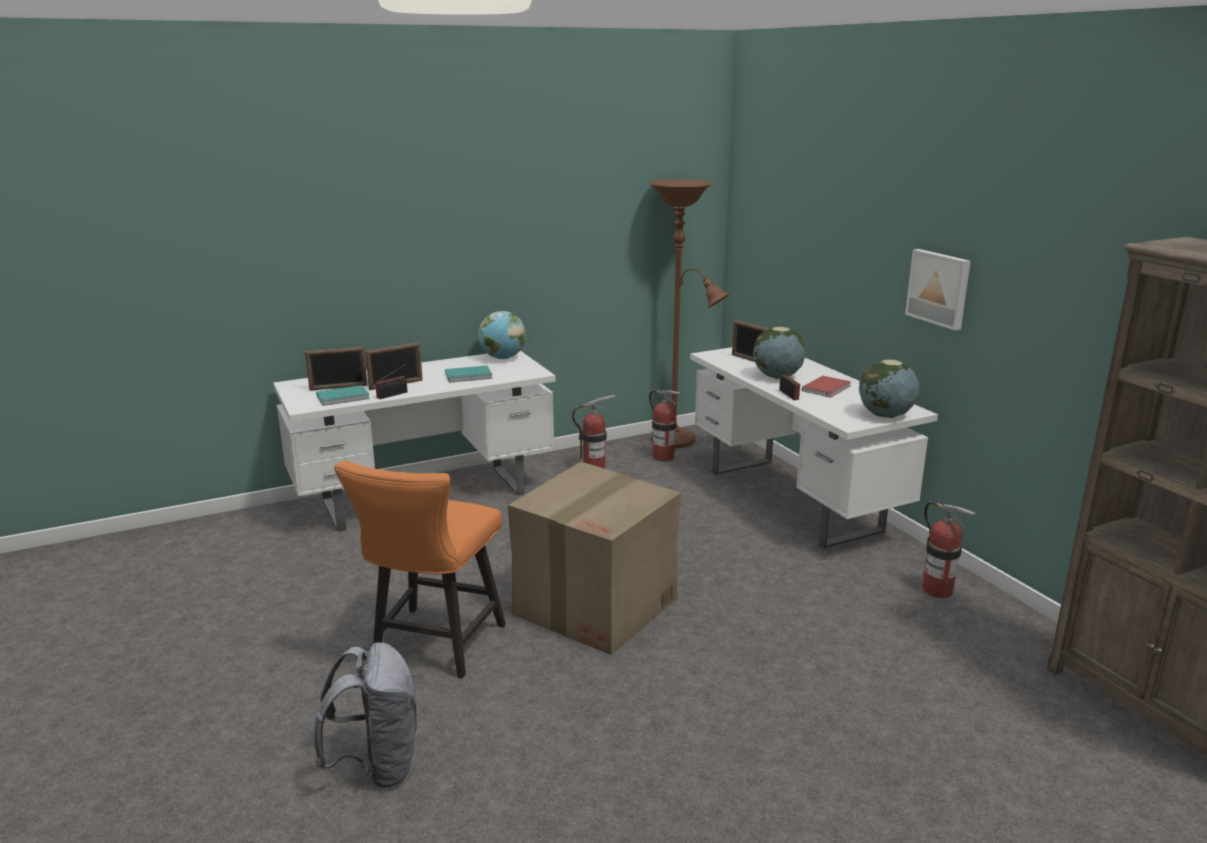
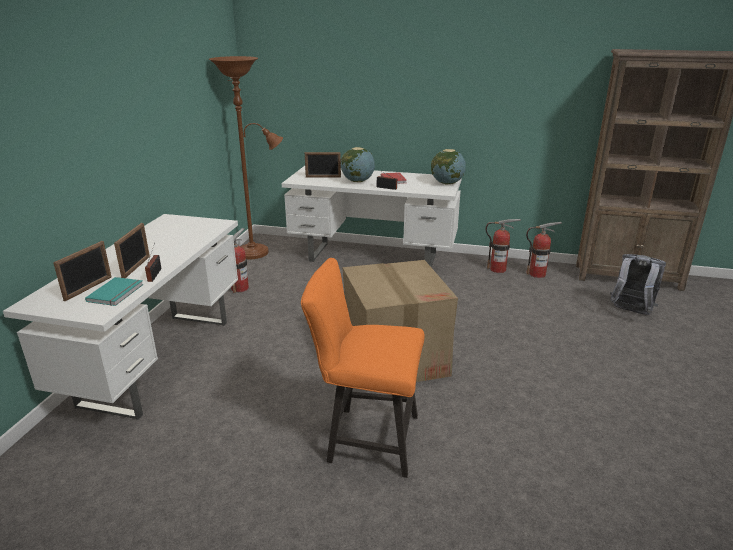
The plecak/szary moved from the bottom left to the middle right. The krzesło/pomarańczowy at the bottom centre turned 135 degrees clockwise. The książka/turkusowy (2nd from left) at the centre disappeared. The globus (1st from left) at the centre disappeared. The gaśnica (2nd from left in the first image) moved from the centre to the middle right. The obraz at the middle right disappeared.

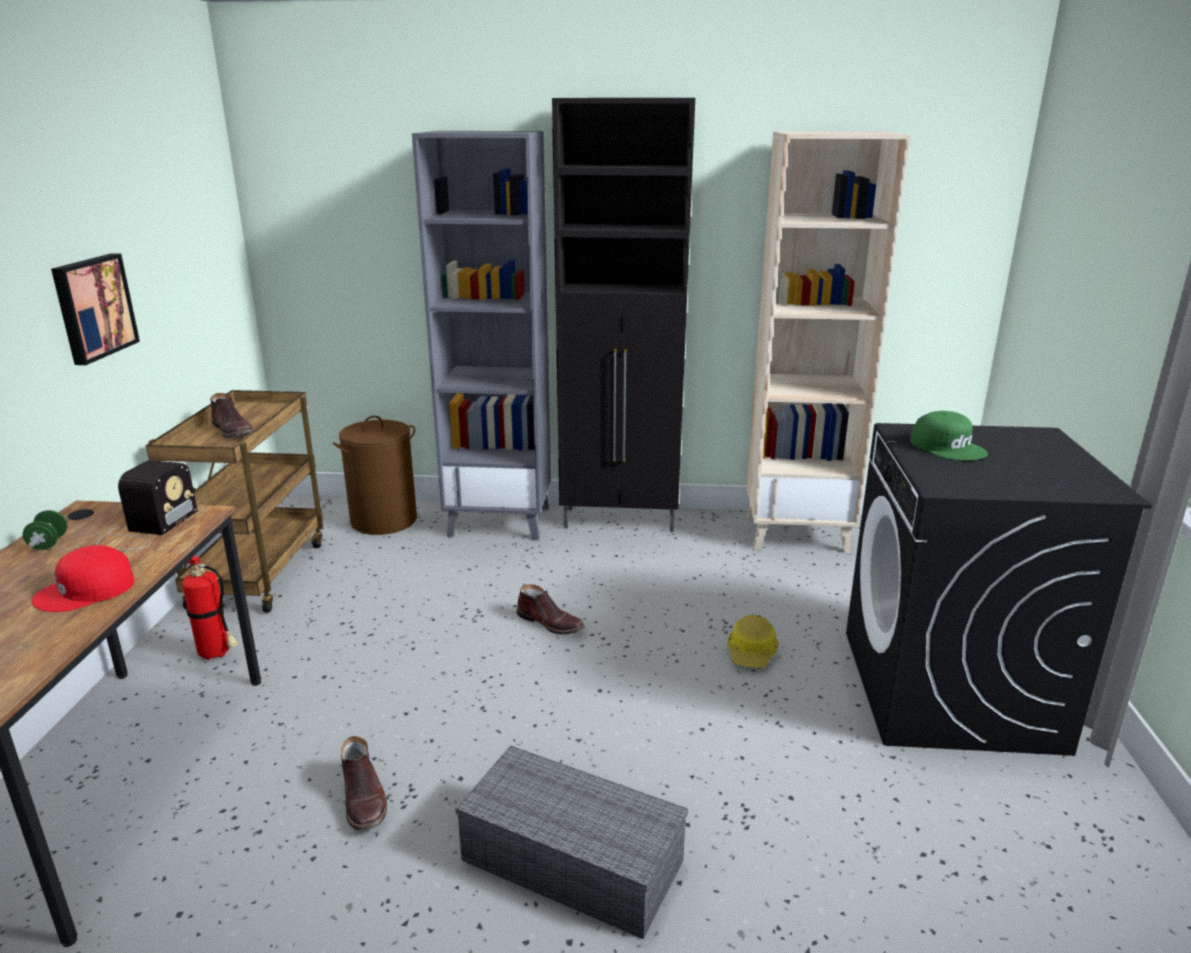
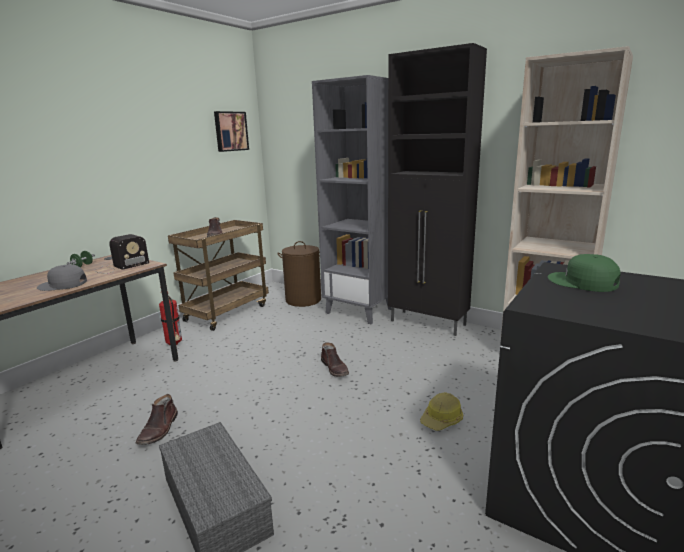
The czapka z daszkiem/czerwony at the middle left became the czapka z daszkiem/szary at the middle left. The obraz moved from the top left to the top centre. The czapka z daszkiem/zielony at the middle right turned 135 degrees clockwise.

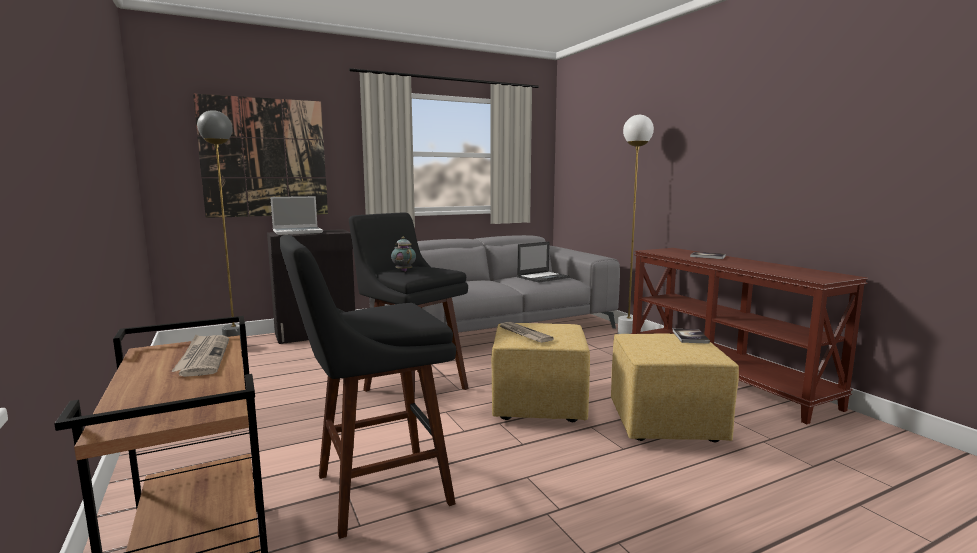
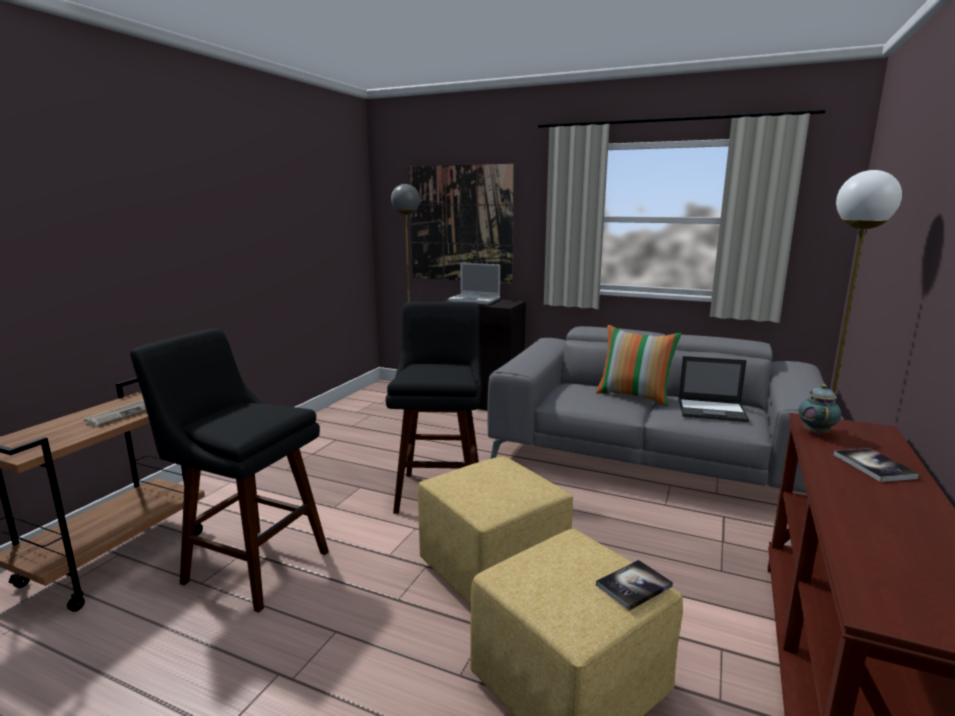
The imbryk moved from the centre to the middle right. The gazeta (2nd from left) at the centre disappeared. The poduszka at the middle right appeared.

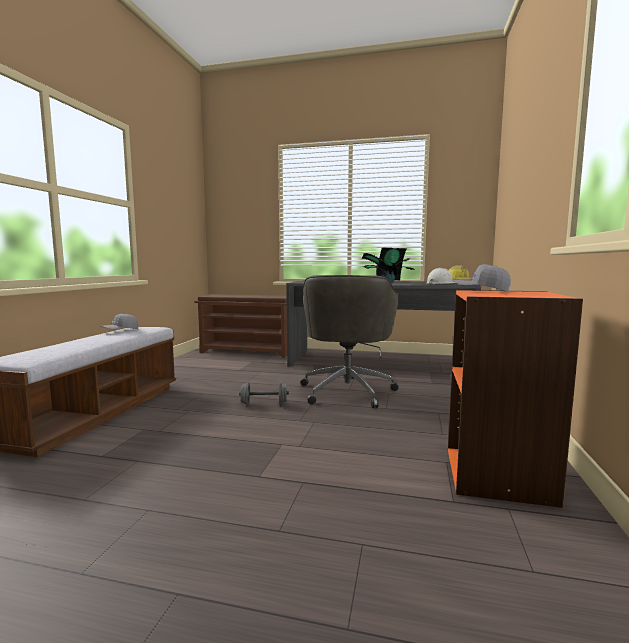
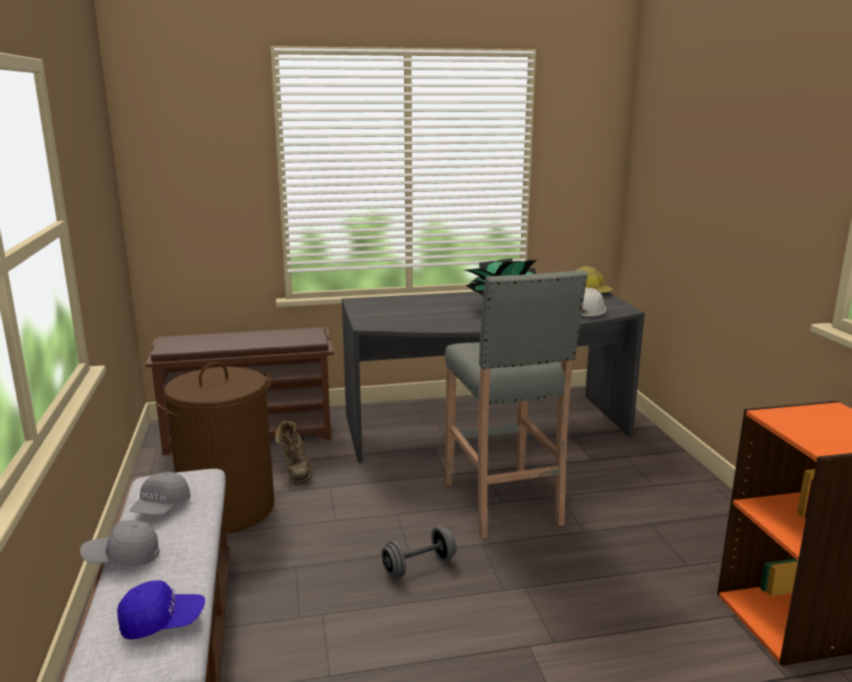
The krzesło biurowe/szary at the centre was replaced by the stołek/szary at the centre. The czapka z daszkiem/szary (2nd from left in the first image) moved from the middle right to the bottom left. The czapka z daszkiem/niebieski at the bottom left appeared. The kosz na pranie/brązowy at the middle left appeared. The but z cholewką/brązowy at the centre appeared.

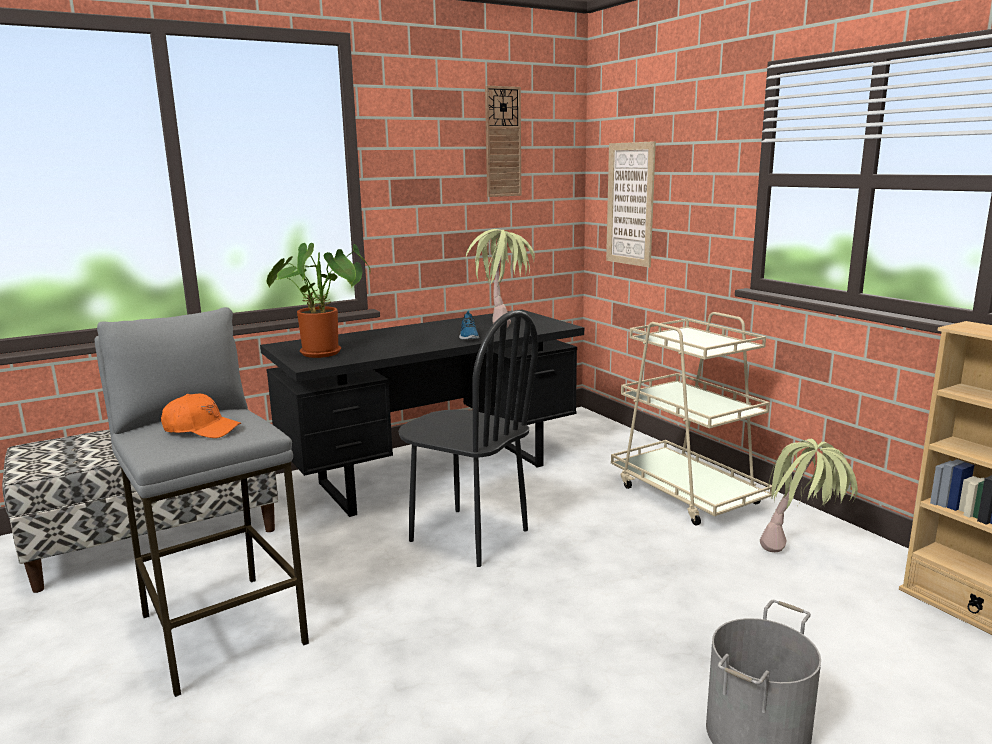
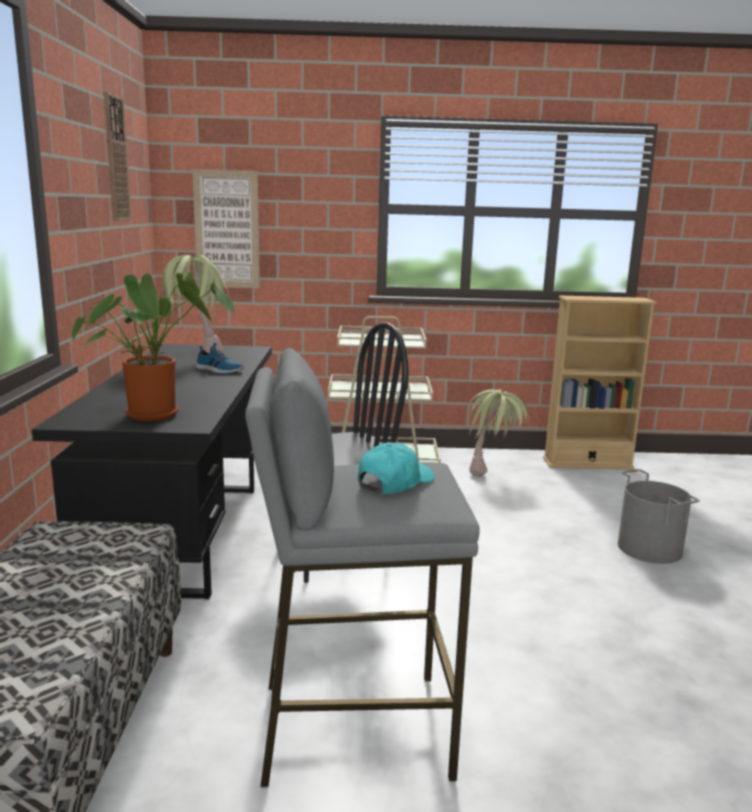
The czapka z daszkiem/pomarańczowy at the middle left became the czapka z daszkiem/turkusowy at the centre.

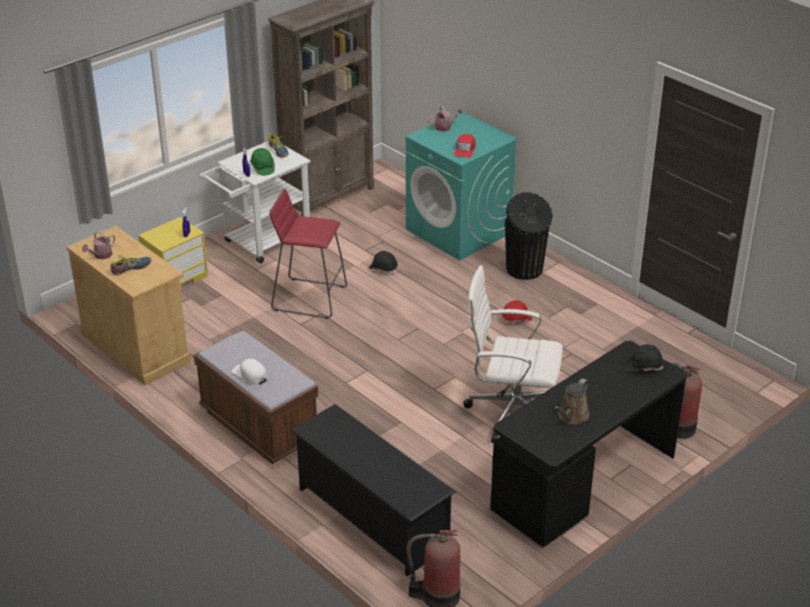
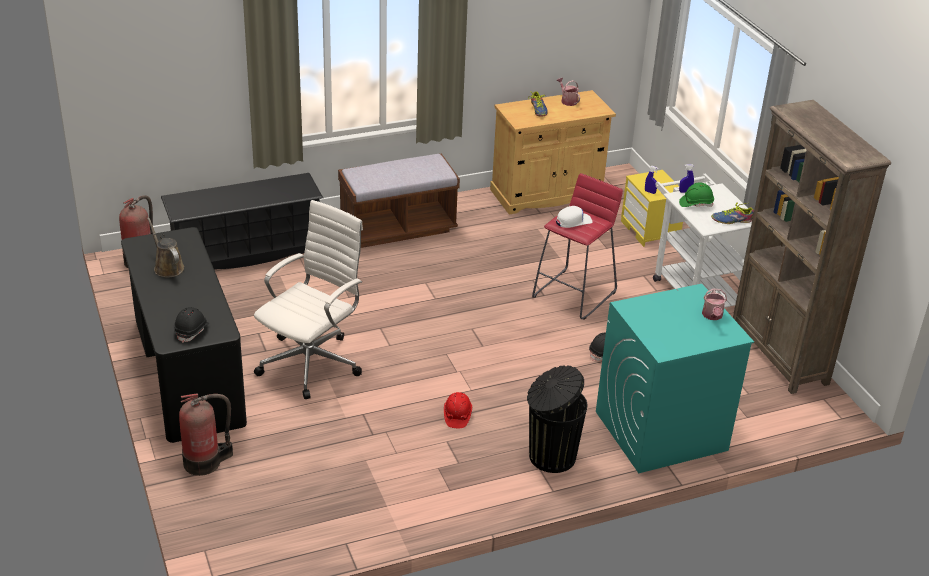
The czapka z daszkiem/biały moved from the middle left to the centre. The czapka z daszkiem/czerwony at the top centre disappeared.

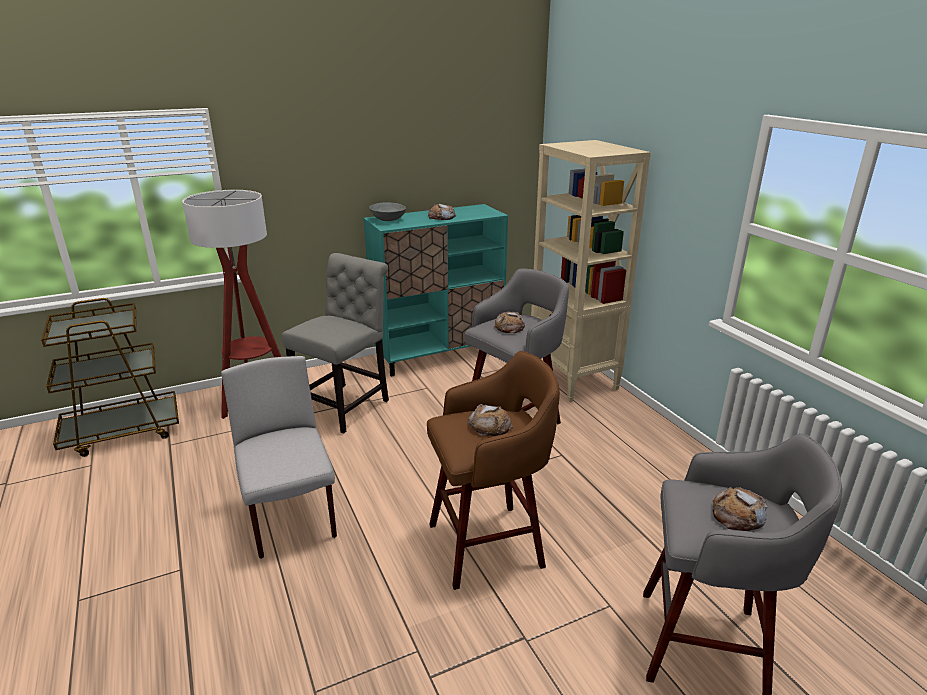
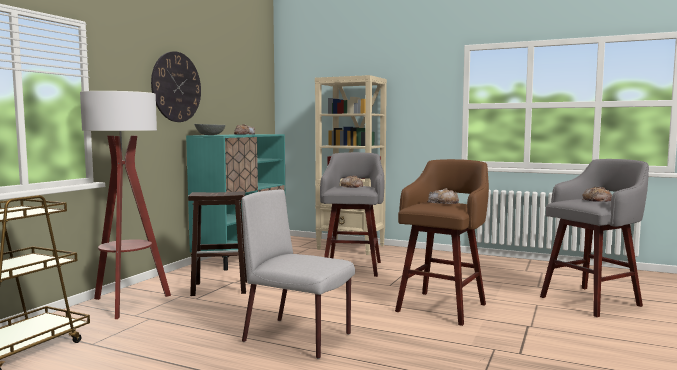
The krzesło/szary (2nd from left) at the centre was replaced by the stołek/brązowy (1st from left) at the middle left. The zegar ścienny at the top left appeared.

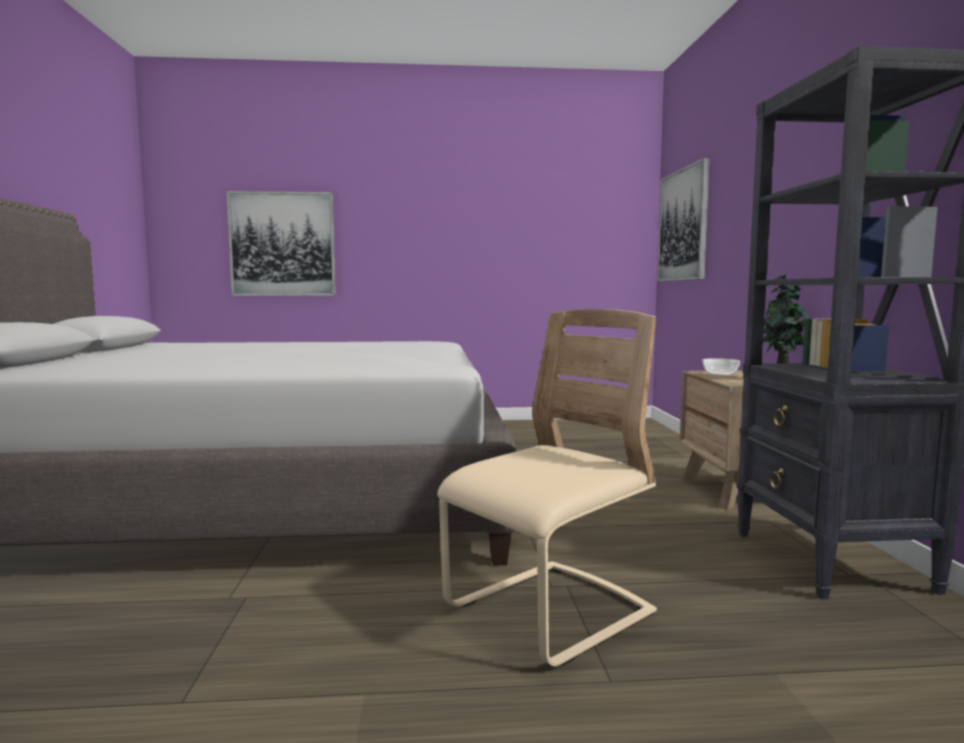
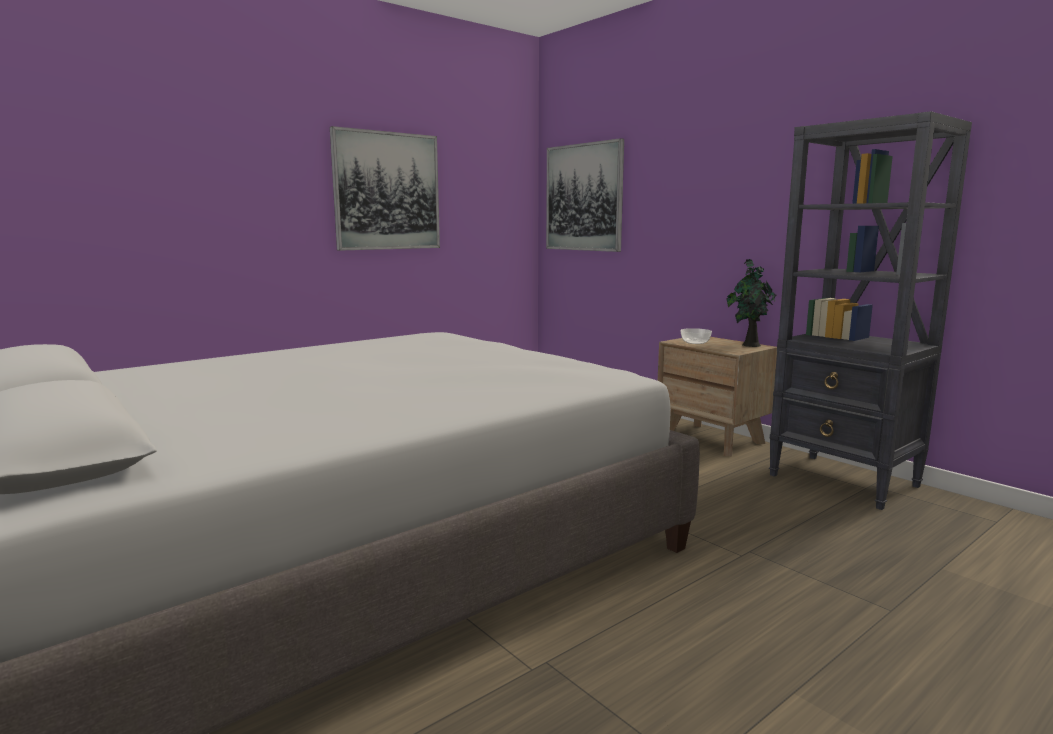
The obraz (1st from left) moved from the top left to the top centre. The krzesło/beżowy at the centre disappeared.

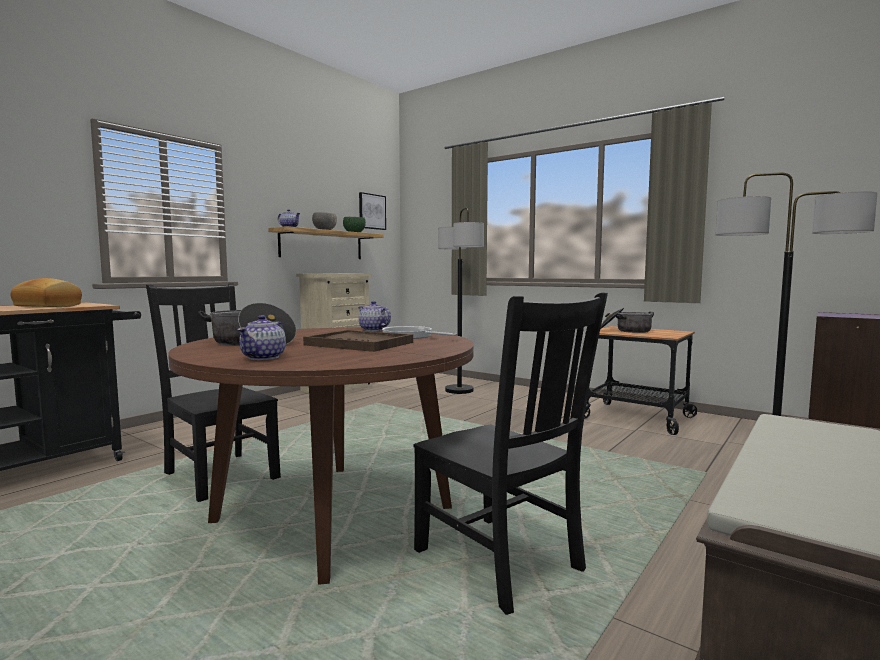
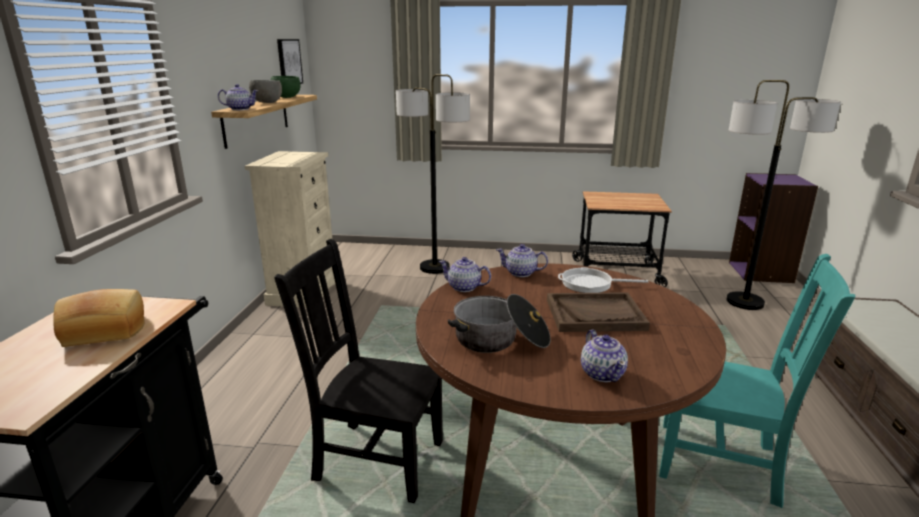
The krzesło/czarny (2nd from left) at the bottom centre became the krzesło/turkusowy at the bottom right. The garnek (2nd from left) at the middle right disappeared. The imbryk (2nd from left) at the centre appeared.

